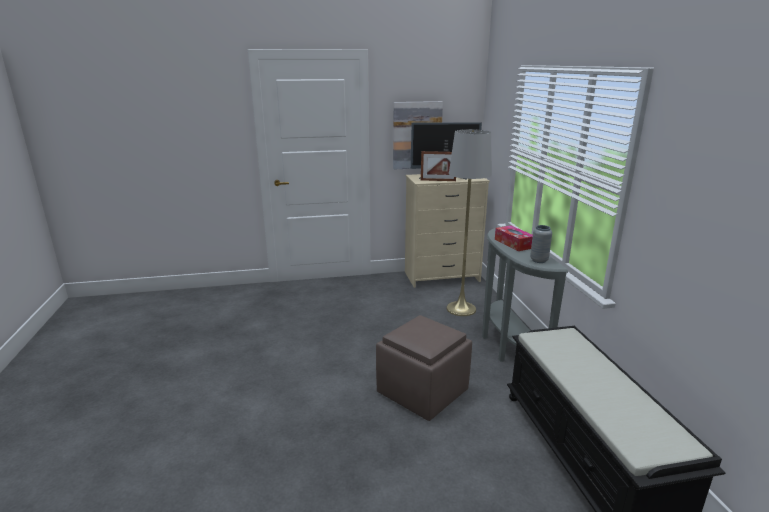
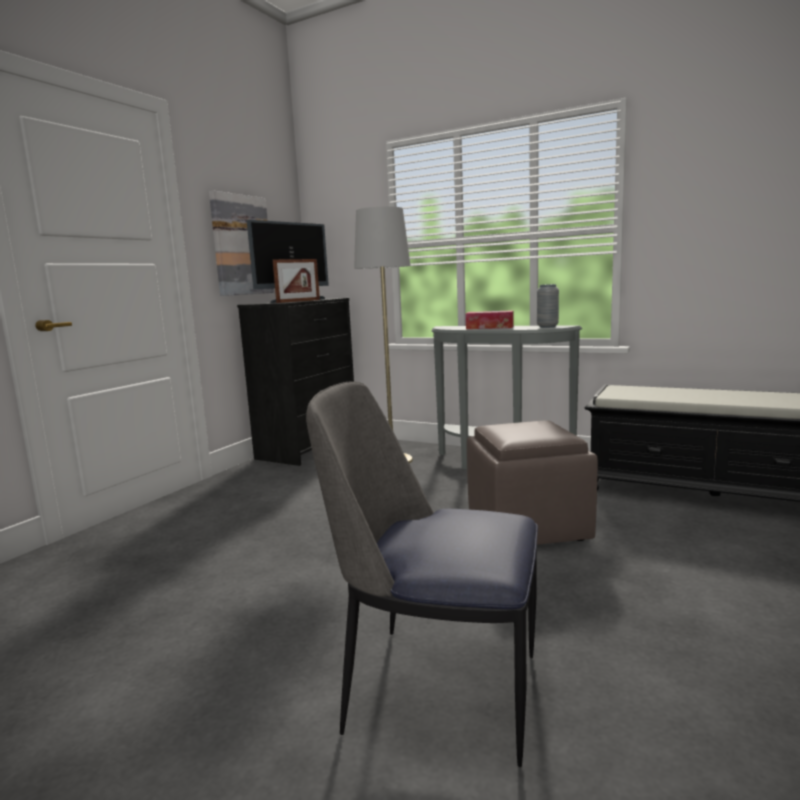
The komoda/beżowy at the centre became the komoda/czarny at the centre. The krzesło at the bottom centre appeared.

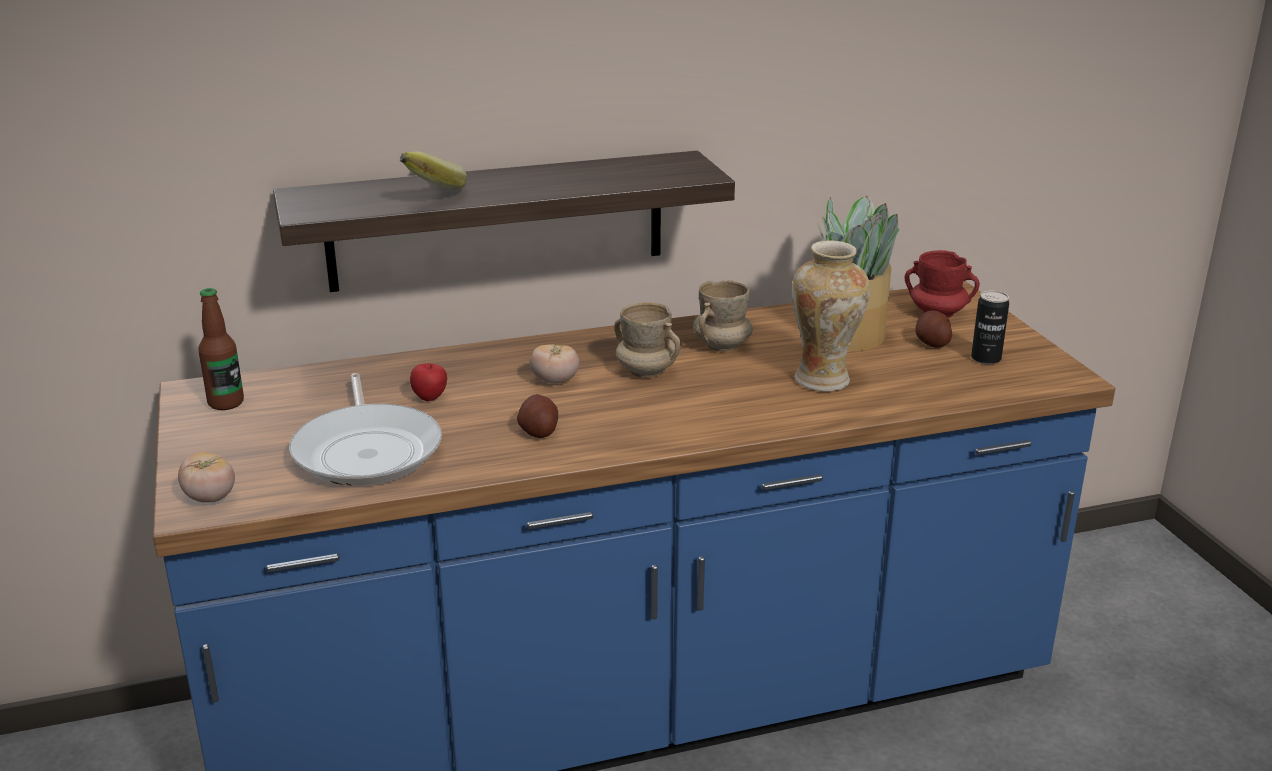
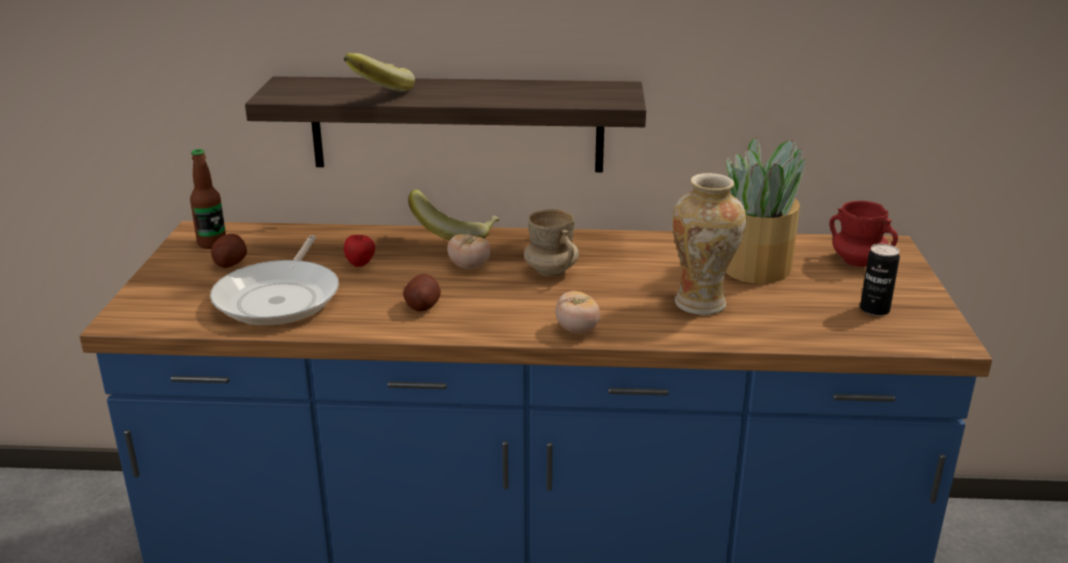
The pomidor (1st from left in the first image) moved from the middle left to the centre. The kubek/beżowy (2nd from left) at the centre disappeared. The ziemniak (2nd from left in the first image) moved from the middle right to the middle left. The banan (2nd from left) at the centre appeared.

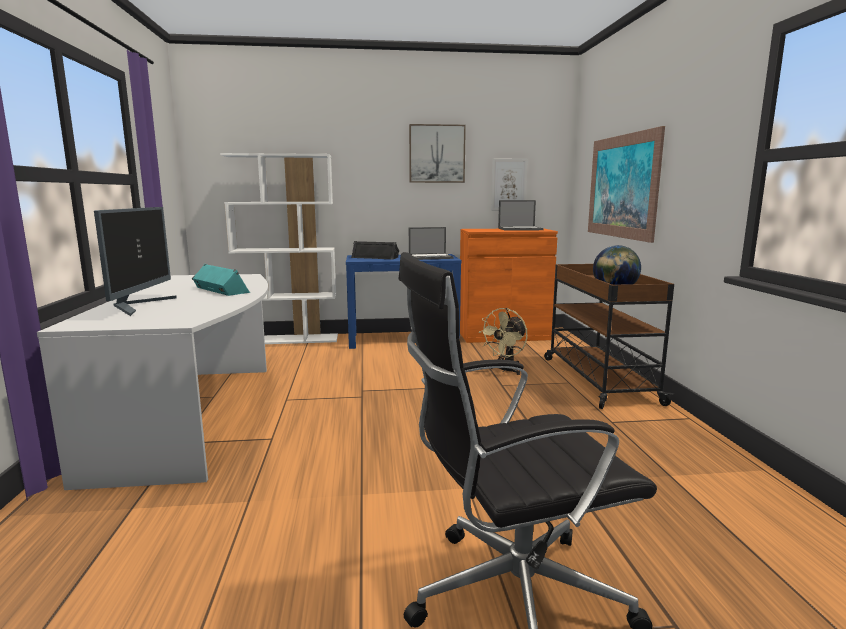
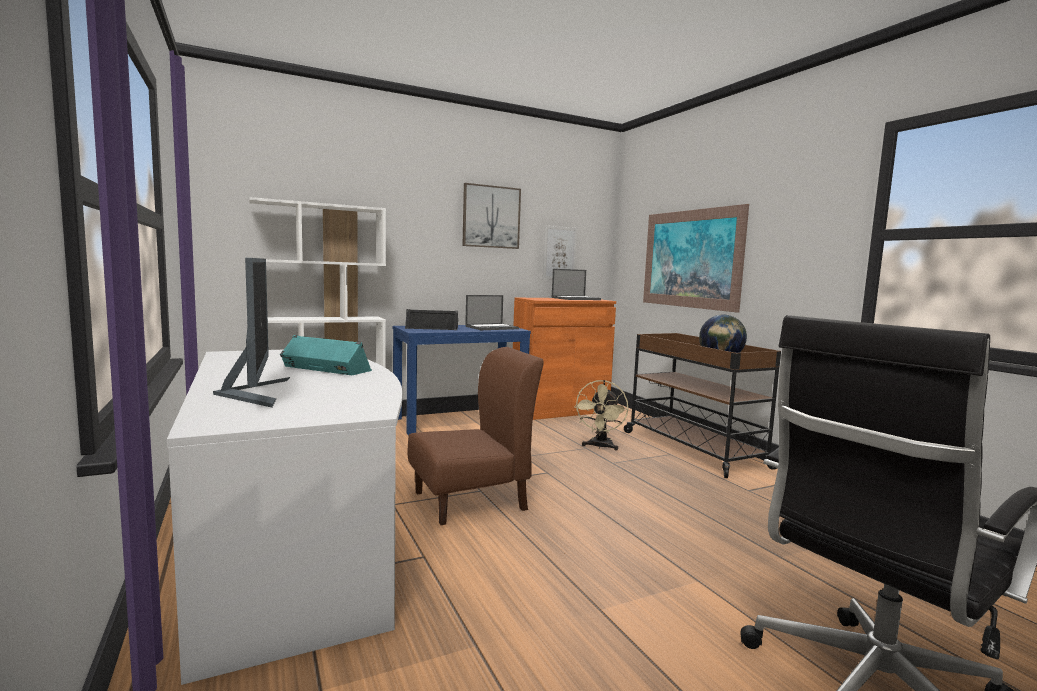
The krzesło/brązowy at the centre appeared.

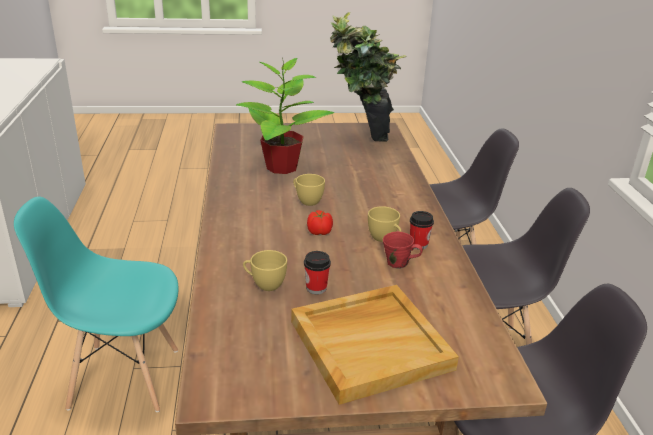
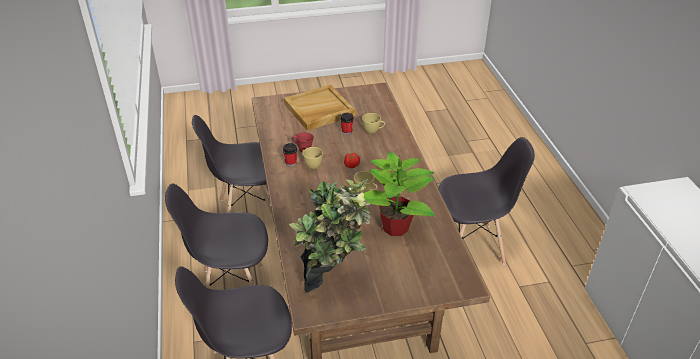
The krzesło/turkusowy at the bottom left became the krzesło/szary (4th from left) at the middle right.

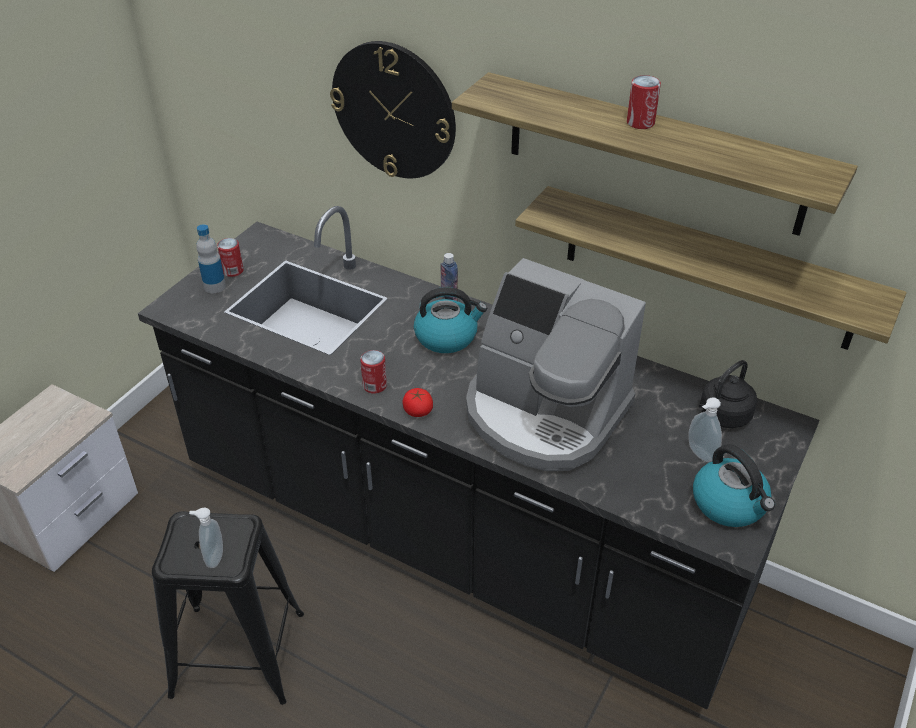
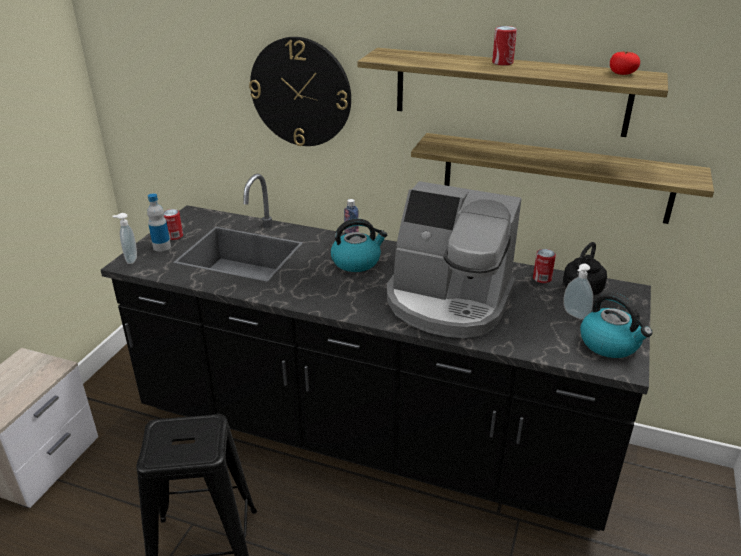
The dozownik mydła (1st from left) moved from the bottom left to the middle left. The puszka (2nd from left in the first image) moved from the centre to the middle right. The pomidor moved from the centre to the top right.

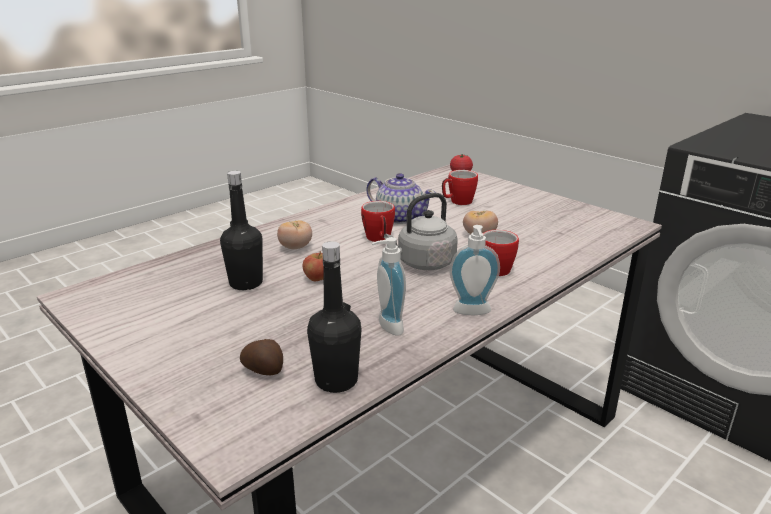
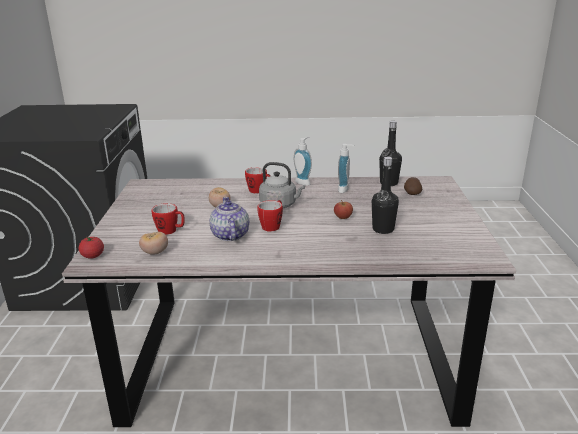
The pomidor (1st from left in the first image) moved from the centre to the middle left.

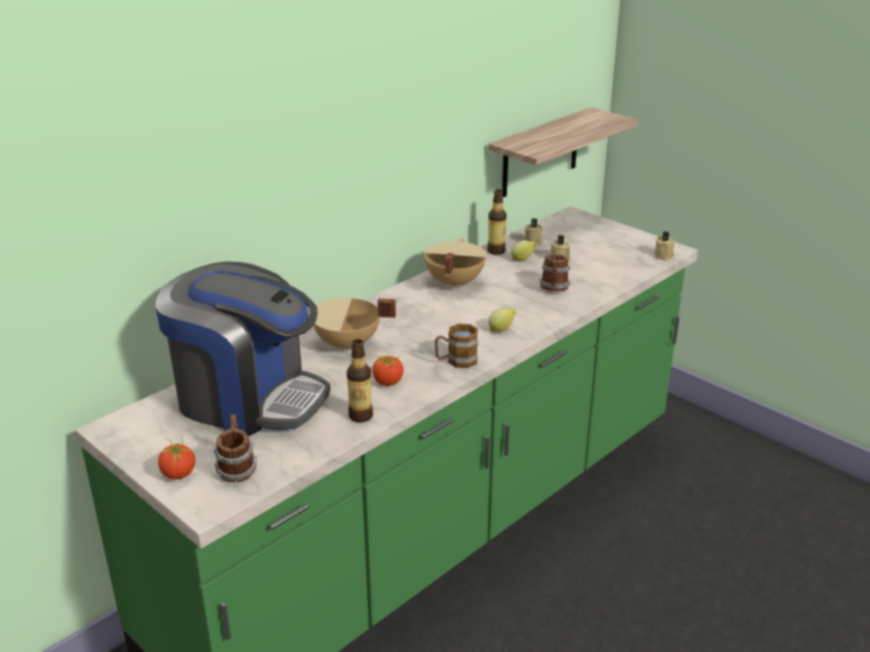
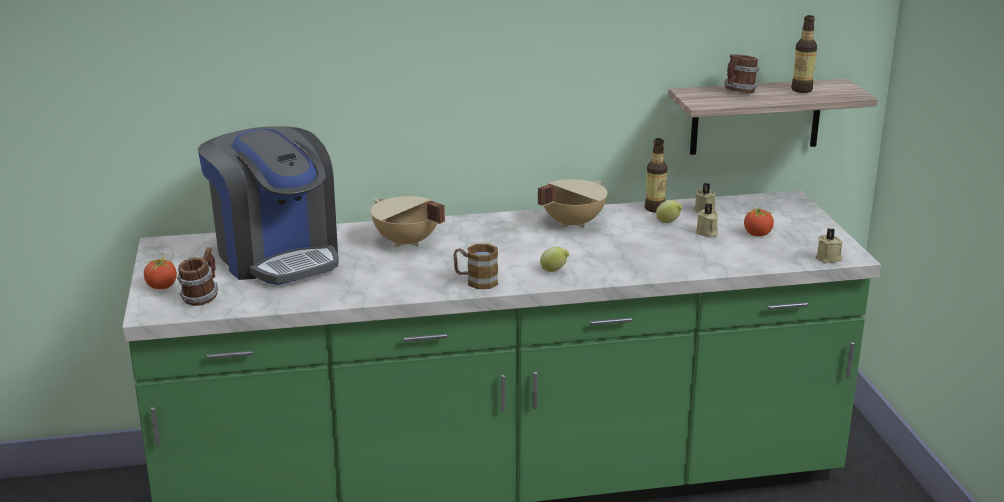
The butelka (1st from left in the first image) moved from the centre to the top right. The pomidor (2nd from left) moved from the centre to the middle right. The kubek (3rd from left) moved from the centre to the top right.

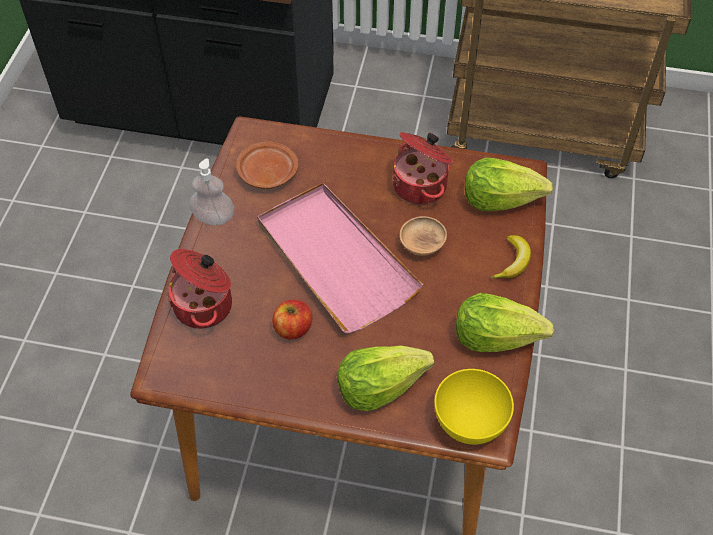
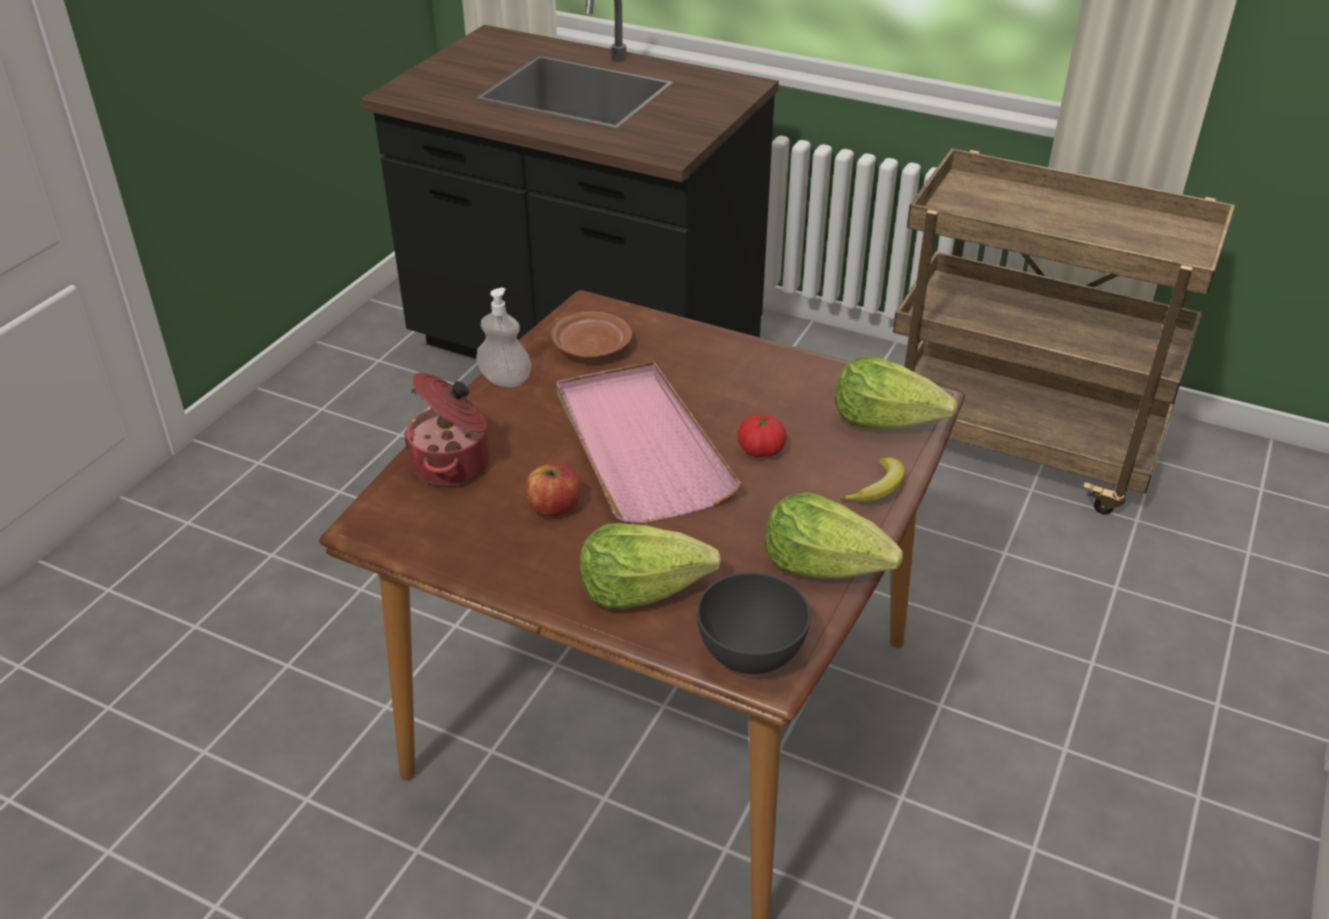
The garnek (2nd from left) at the top centre disappeared. The miska/brązowy at the centre was replaced by the pomidor at the centre. The miska/żółty at the bottom centre became the miska/szary at the bottom centre.

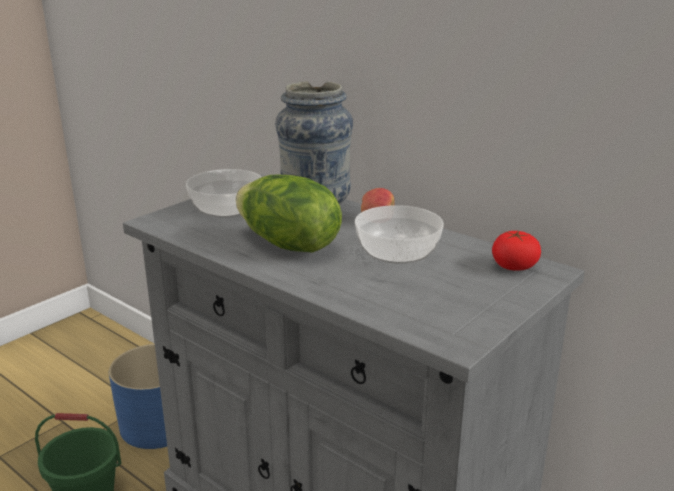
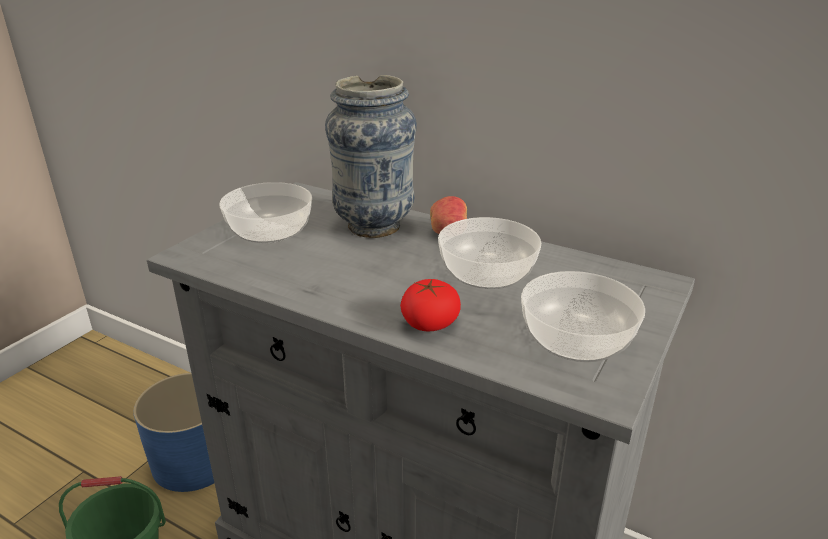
The sałata at the centre disappeared. The pomidor moved from the middle right to the centre. The miska (3rd from left) at the middle right appeared.

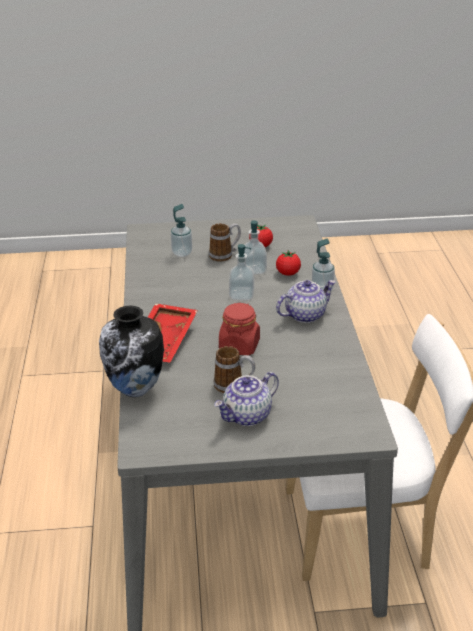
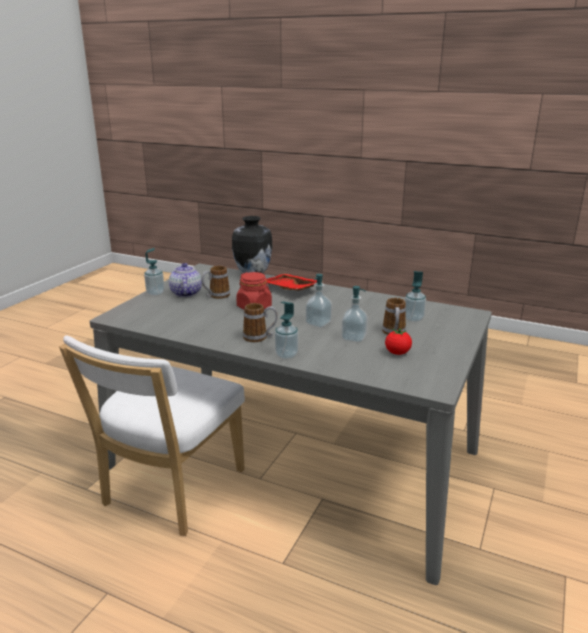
The pomidor (2nd from left) at the centre disappeared. The imbryk (2nd from left) at the centre was replaced by the kubek (2nd from left) at the centre. The dozownik mydła (1st from left) at the middle left appeared.

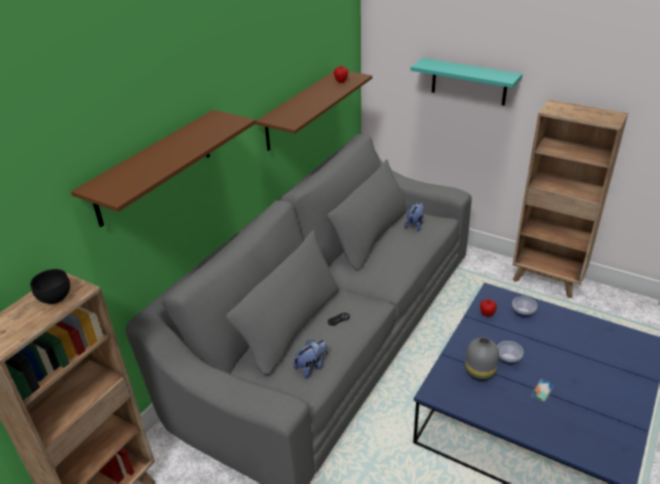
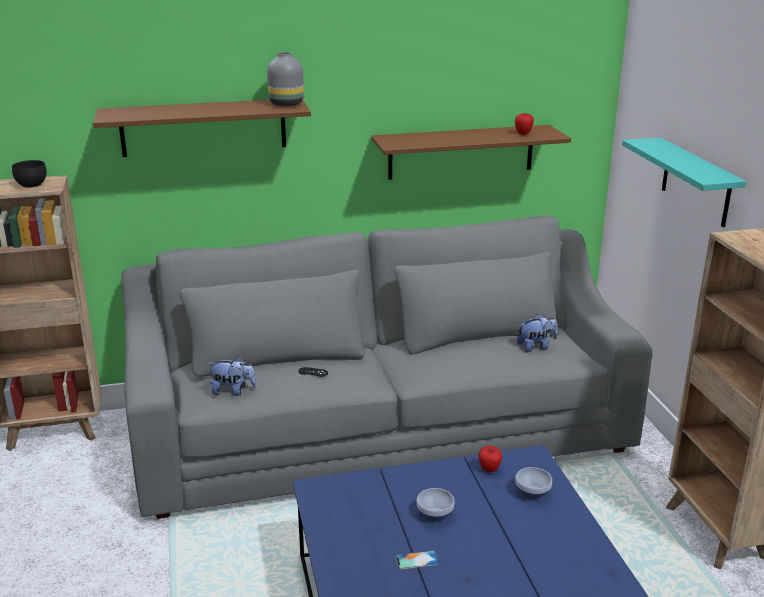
The wazon/szary moved from the bottom right to the top centre.

